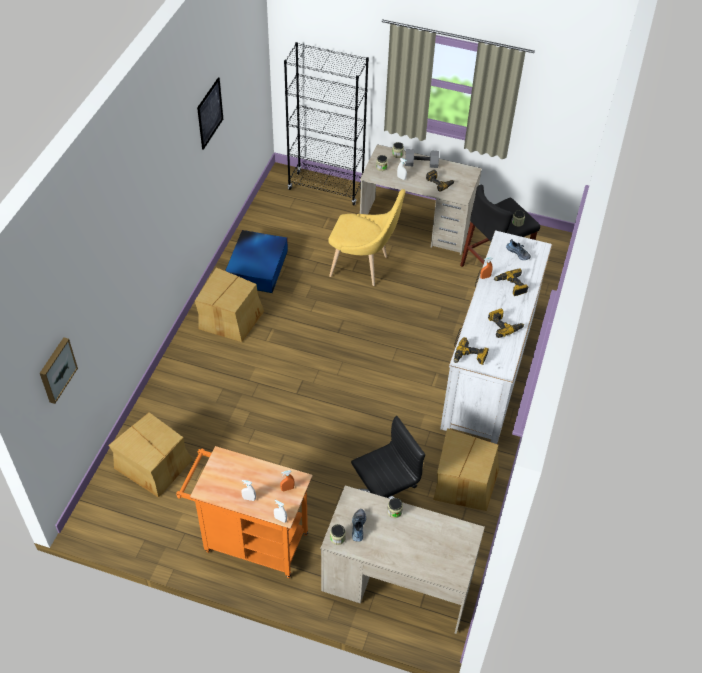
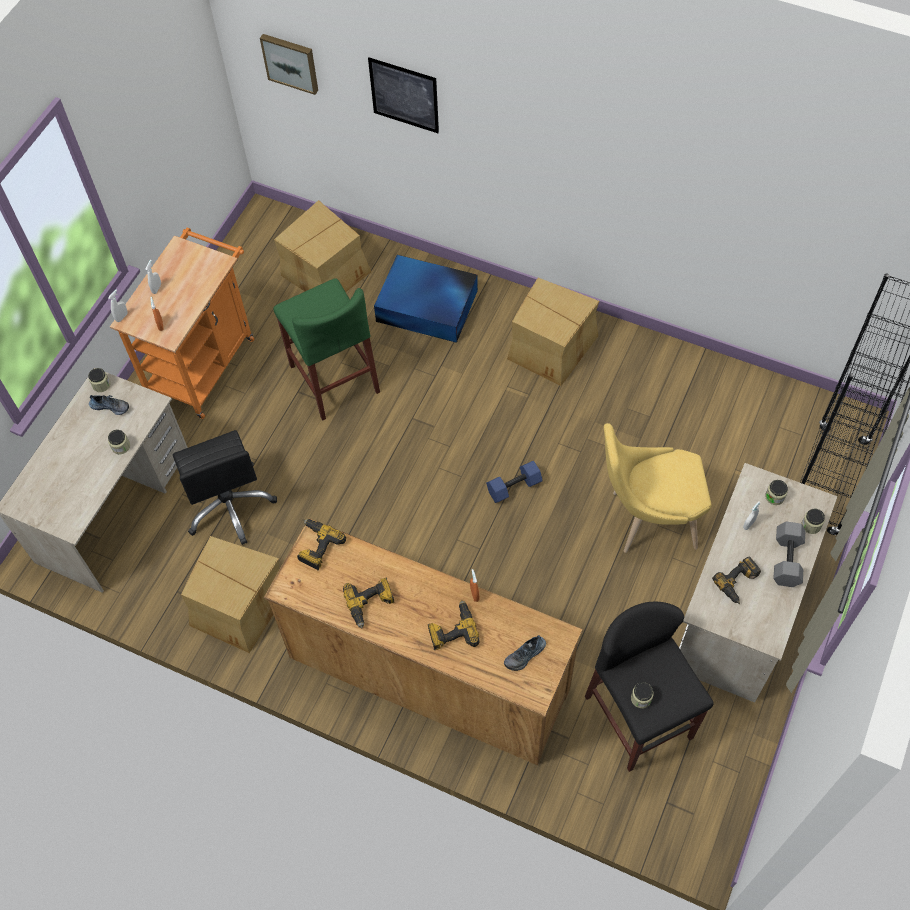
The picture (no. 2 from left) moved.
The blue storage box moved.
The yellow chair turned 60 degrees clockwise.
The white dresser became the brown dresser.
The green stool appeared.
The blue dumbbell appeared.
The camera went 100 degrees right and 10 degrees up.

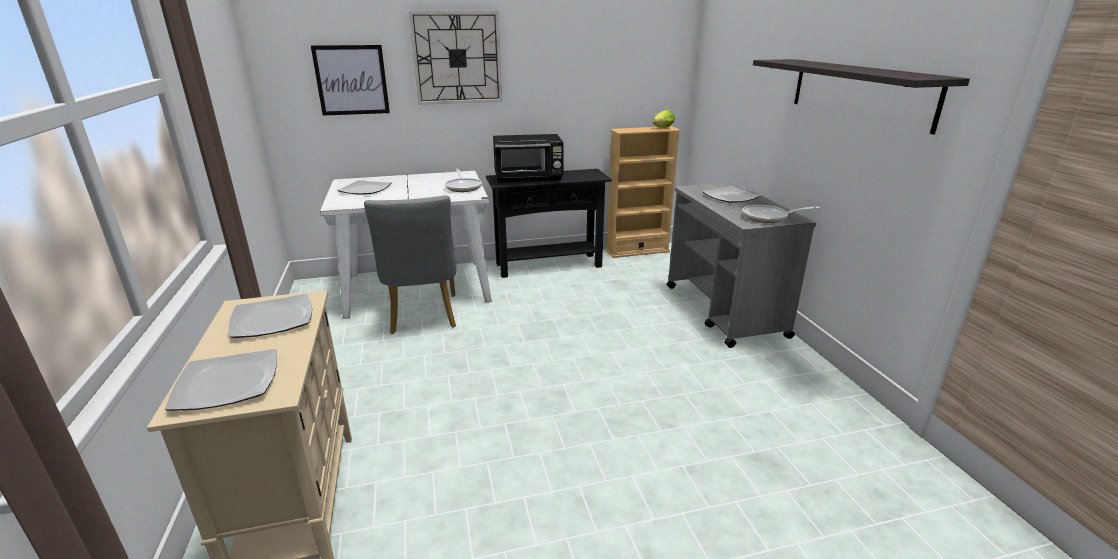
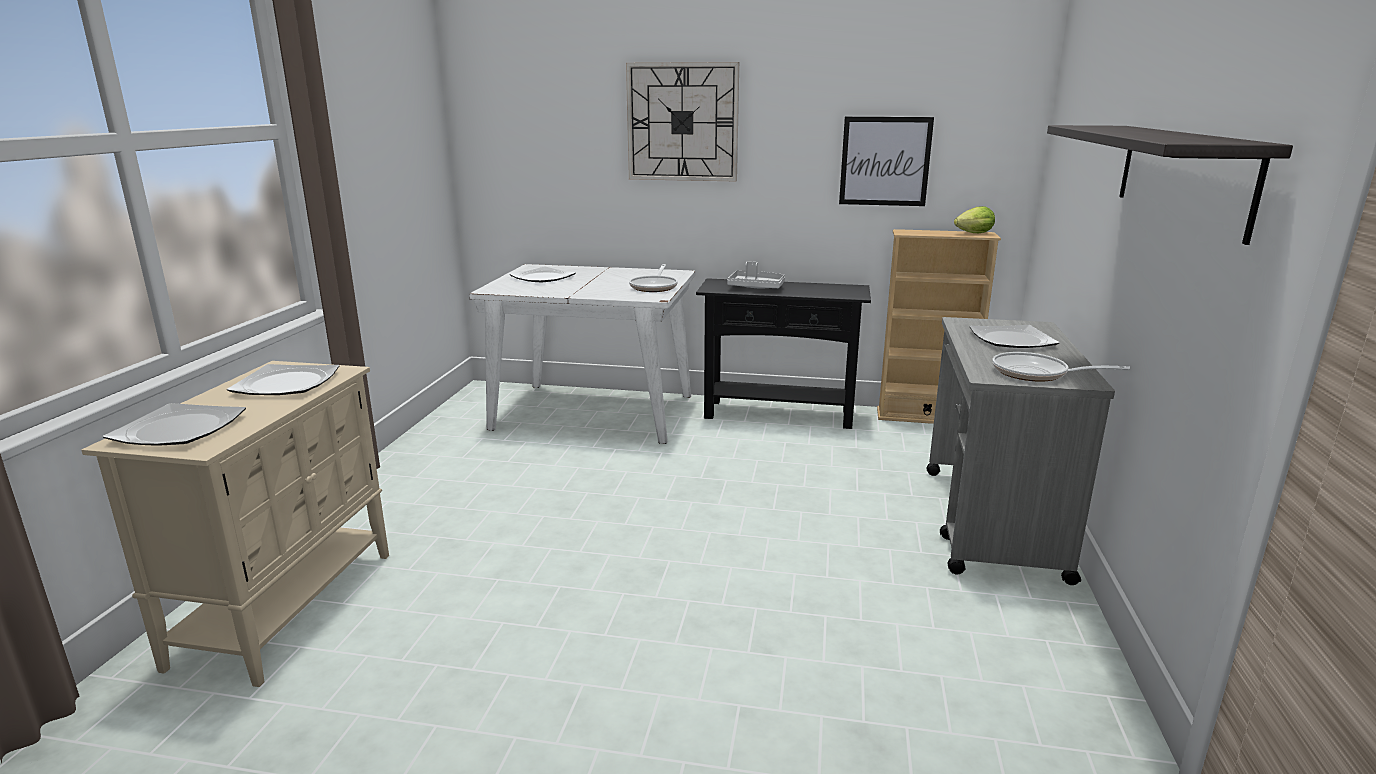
The picture moved.
The grey chair disappeared.
The black microwave was replaced by the grey tray.
The camera went 25 degrees right and 5 degrees down.

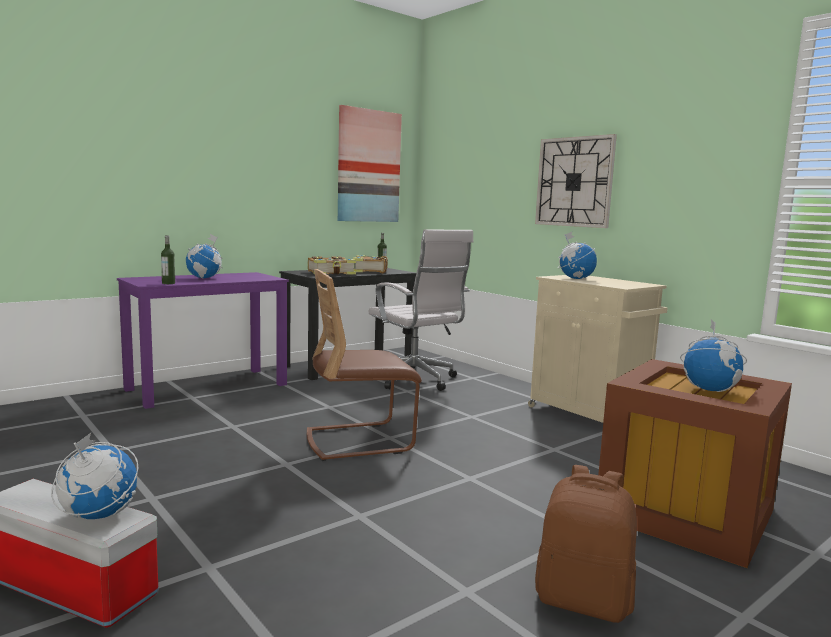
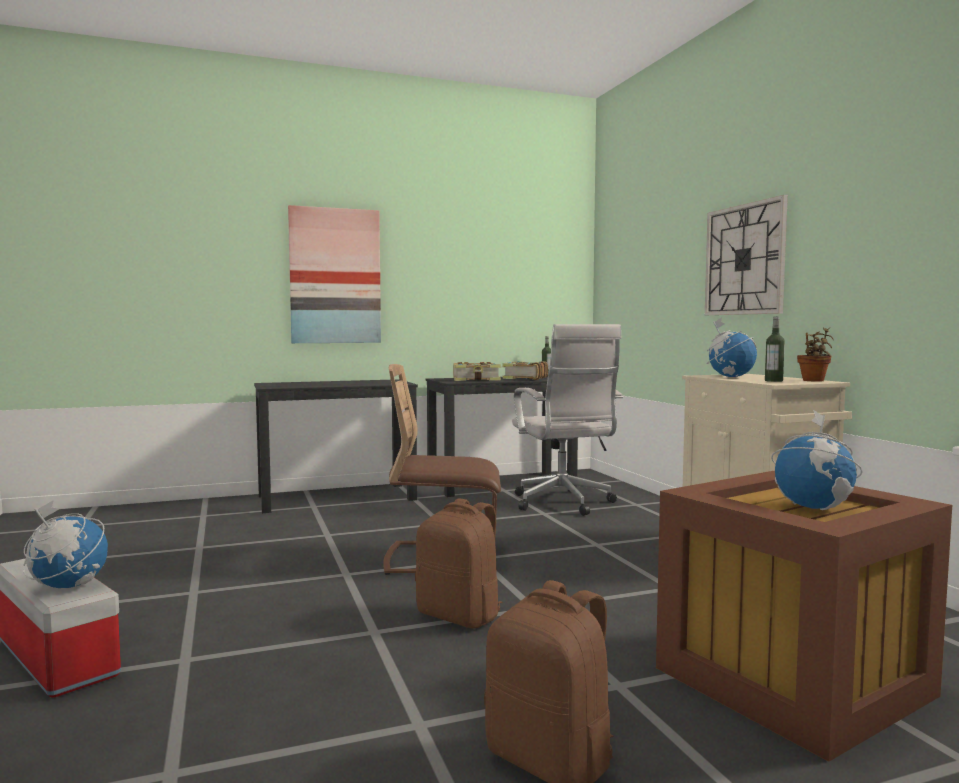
The purple desk became the black desk (no. 1 from left).
The bottle (no. 1 from left in the first image) moved.
The globe (no. 2 from left) disappeared.
The picture moved.
The brown backpack (no. 1 from left) appeared.
The potted plant appeared.
The camera went 20 degrees right and 5 degrees down.

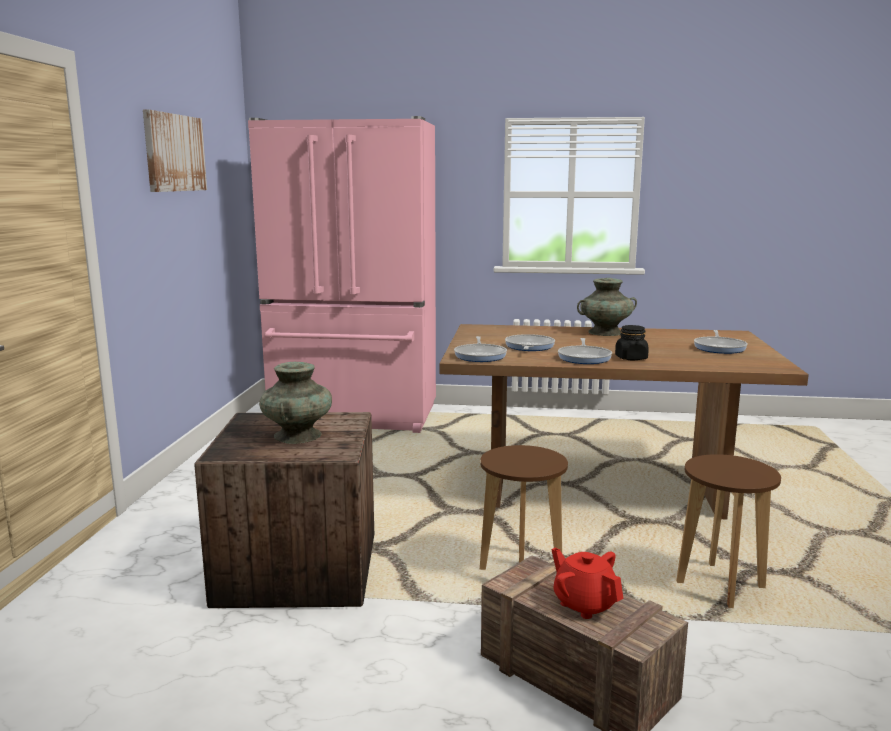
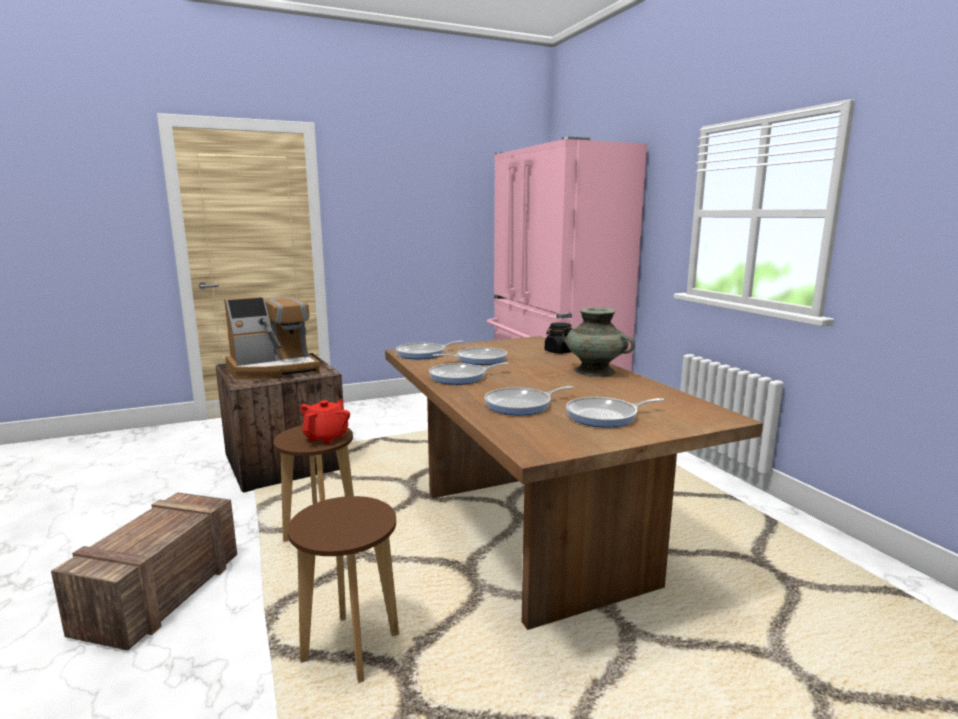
The picture disappeared.
The turquoise vase (no. 1 from left) was replaced by the coffee machine.
The red teapot moved.
The black jar moved.
The frying pan (no. 4 from left) appeared.
The camera went 60 degrees right and 0 degrees up.

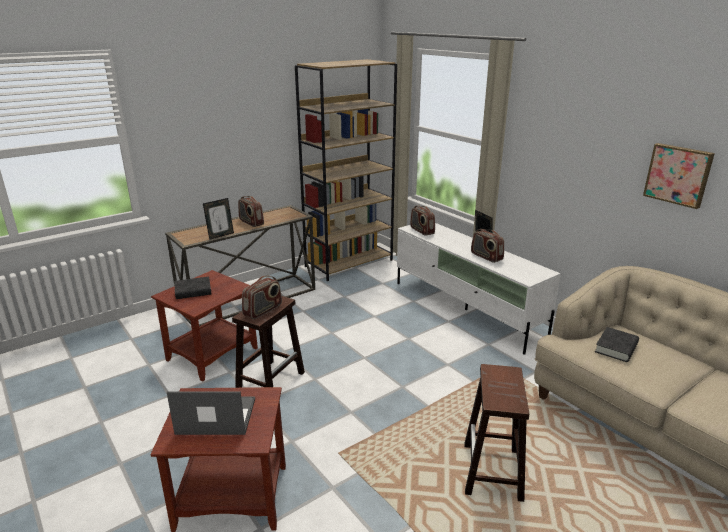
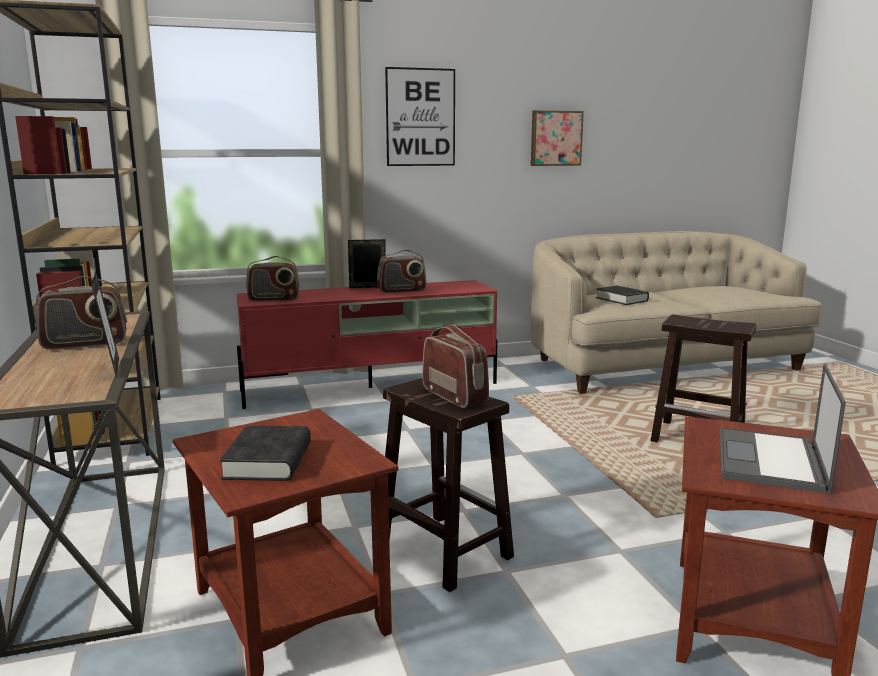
The white tv stand became the red tv stand.
The picture (no. 1 from left) appeared.
The camera went 70 degrees left and 10 degrees down.

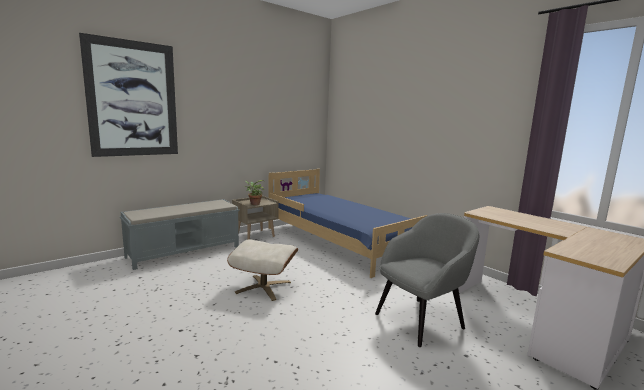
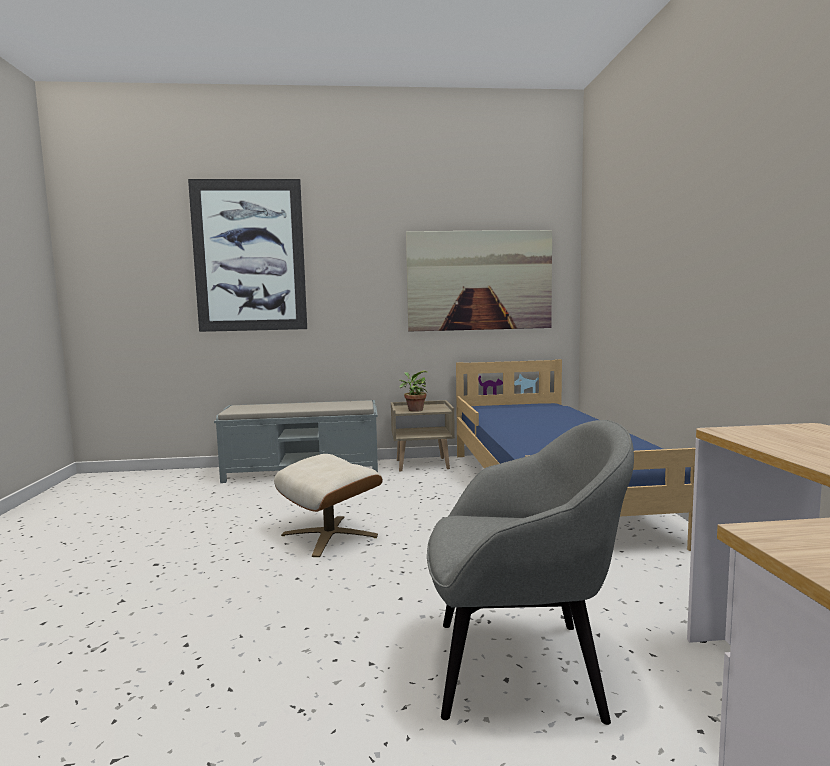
The picture (no. 2 from left) appeared.
The camera went 35 degrees right and 5 degrees down.

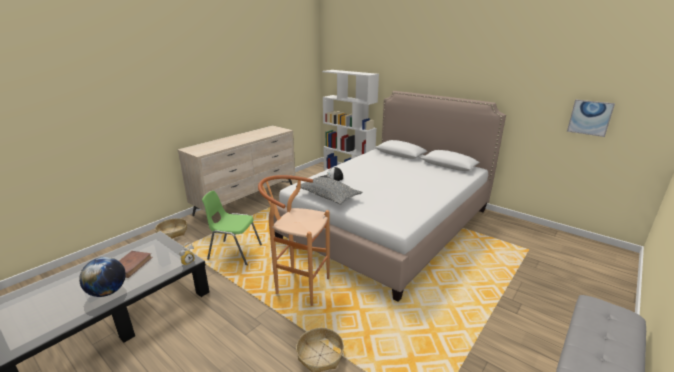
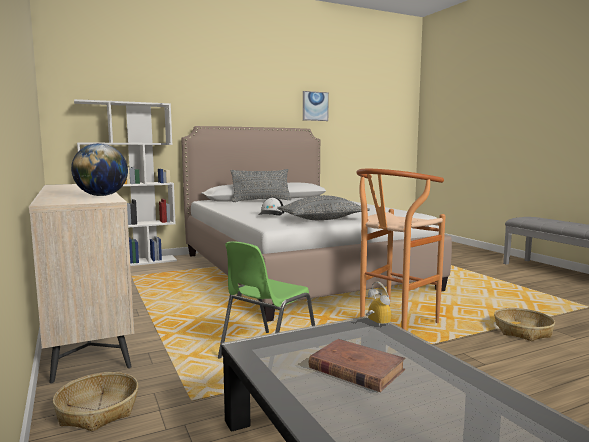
The globe moved.
The picture moved.
The grey pillow (no. 1 from left) appeared.
The camera went 65 degrees left and 15 degrees down.

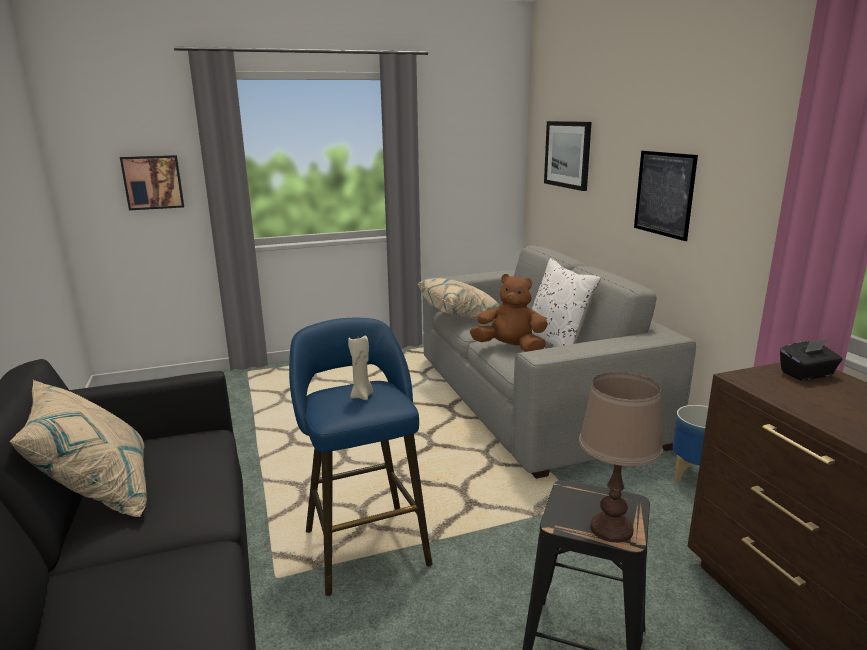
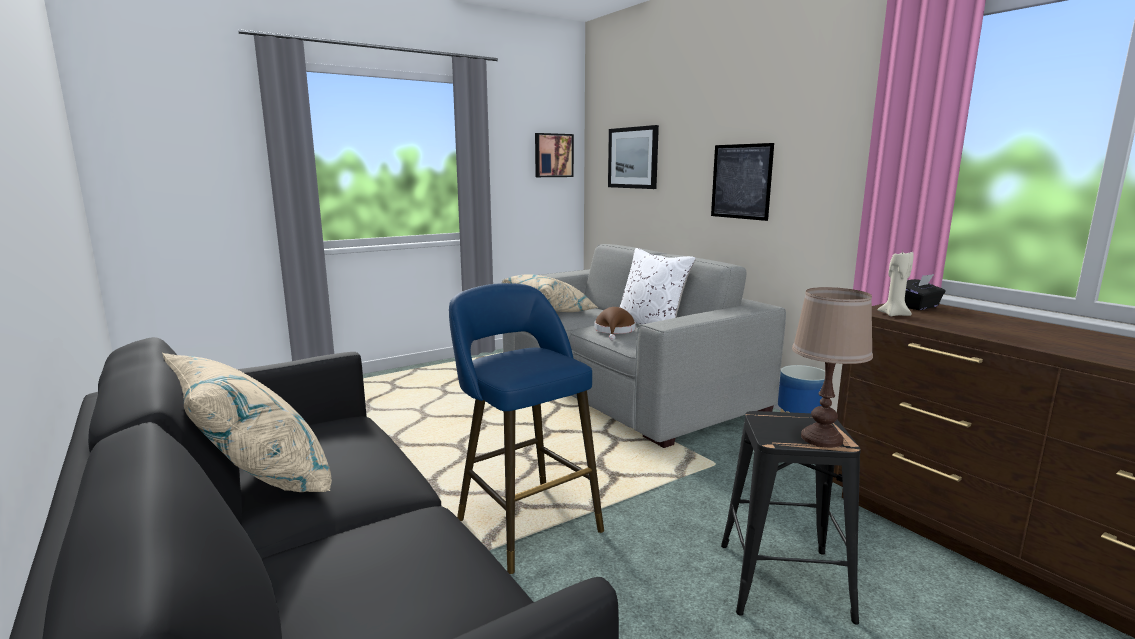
The picture (no. 1 from left) moved.
The beige candle moved.
The brown plush toy was replaced by the brown hat.
The camera went 15 degrees left and 5 degrees down.

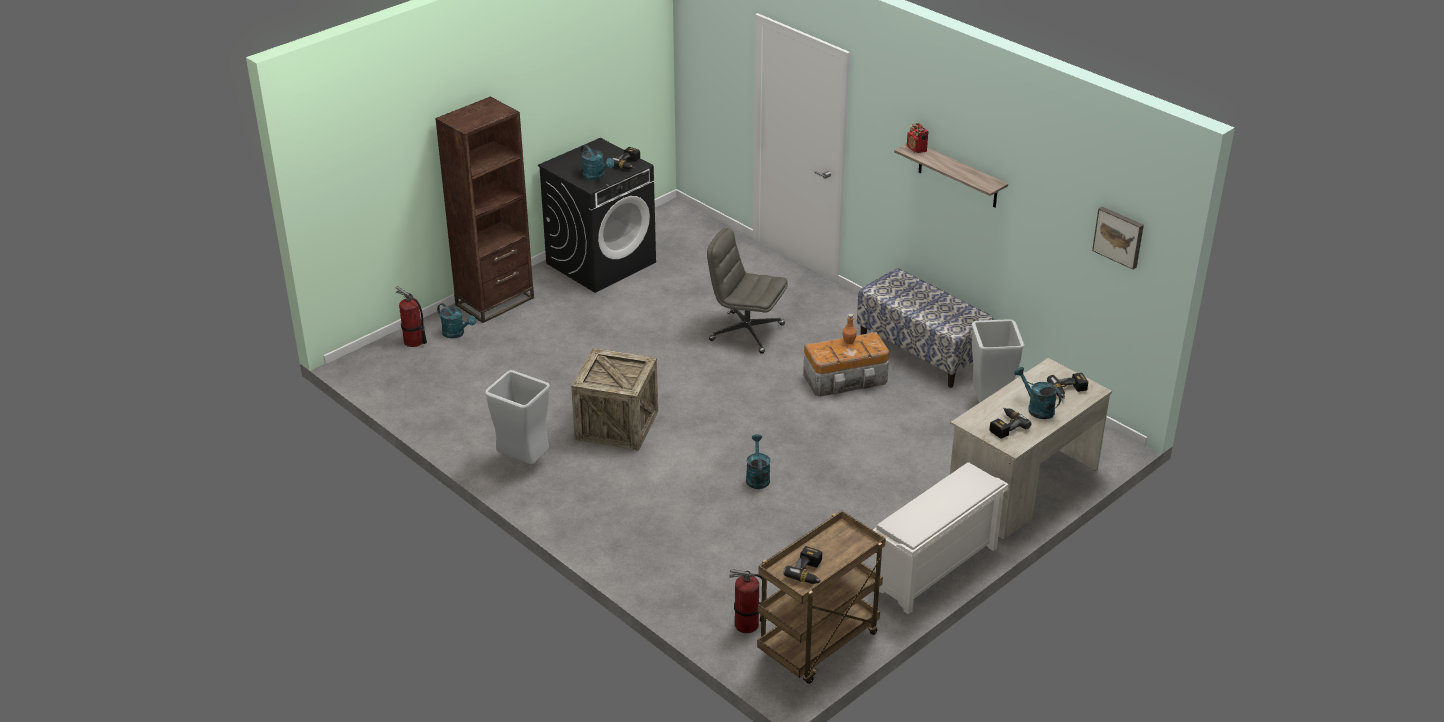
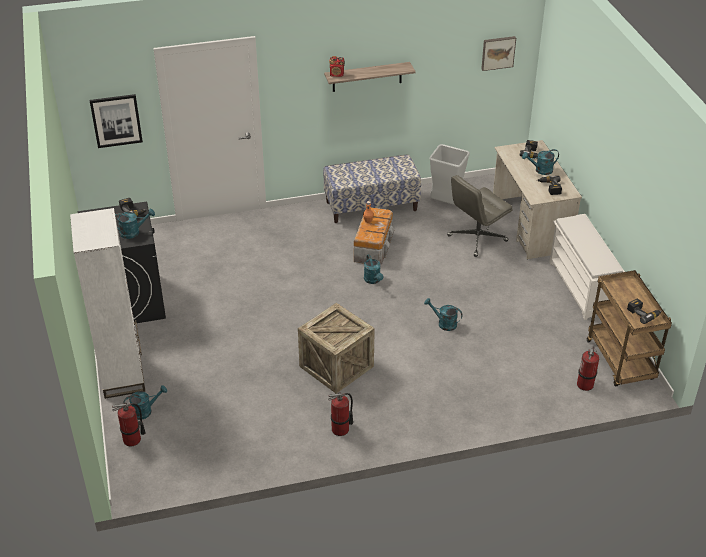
The brown bookcase became the white bookcase.
The grey trash can (no. 1 from left) was replaced by the fire extinguisher (no. 2 from left).
The grey office chair moved.
The picture (no. 1 from left) appeared.
The turquoise watering can (no. 3 from left) appeared.
The camera went 60 degrees left and 5 degrees up.

